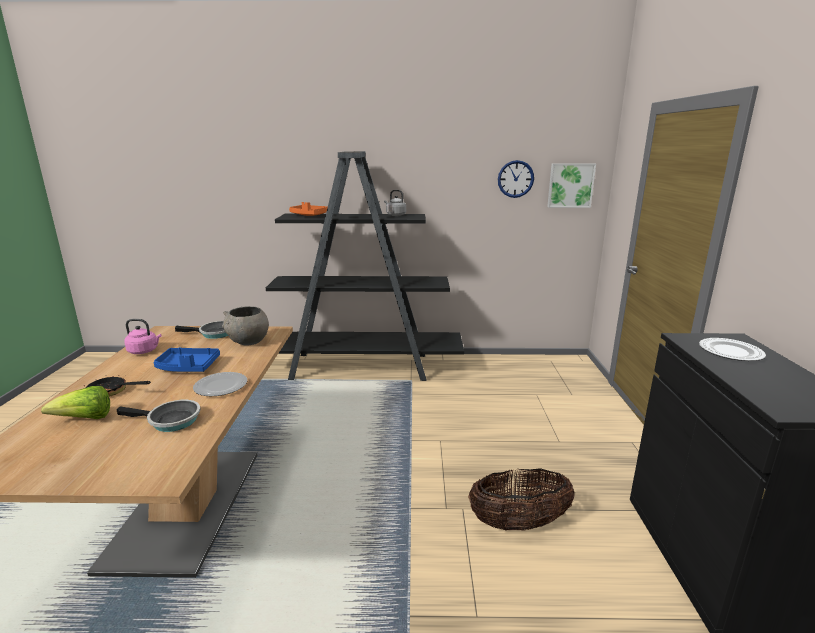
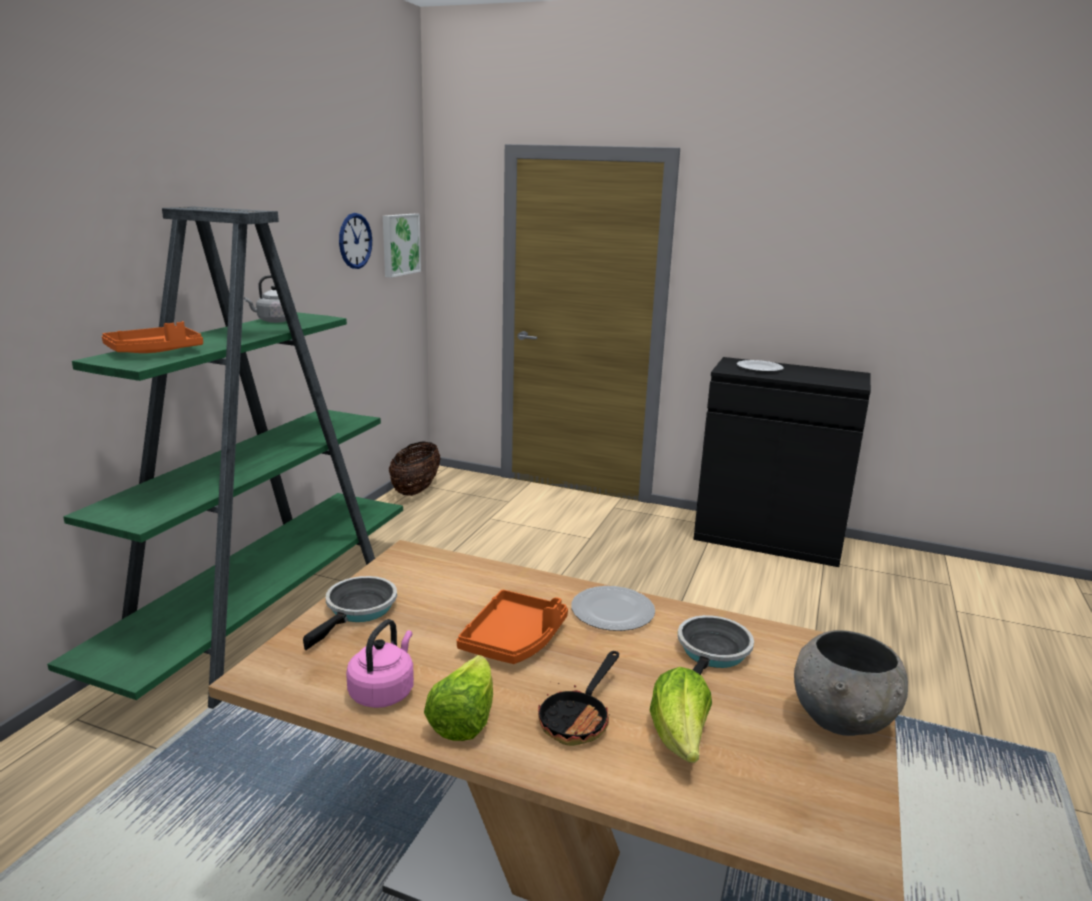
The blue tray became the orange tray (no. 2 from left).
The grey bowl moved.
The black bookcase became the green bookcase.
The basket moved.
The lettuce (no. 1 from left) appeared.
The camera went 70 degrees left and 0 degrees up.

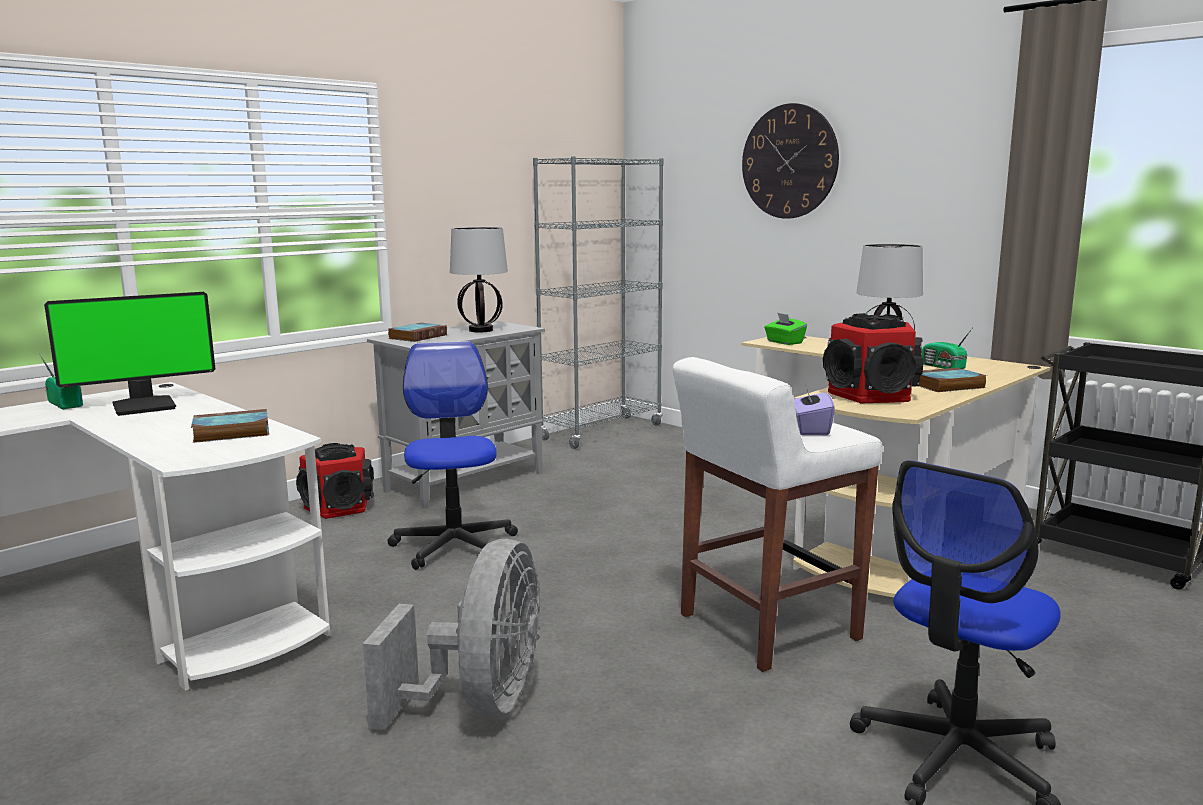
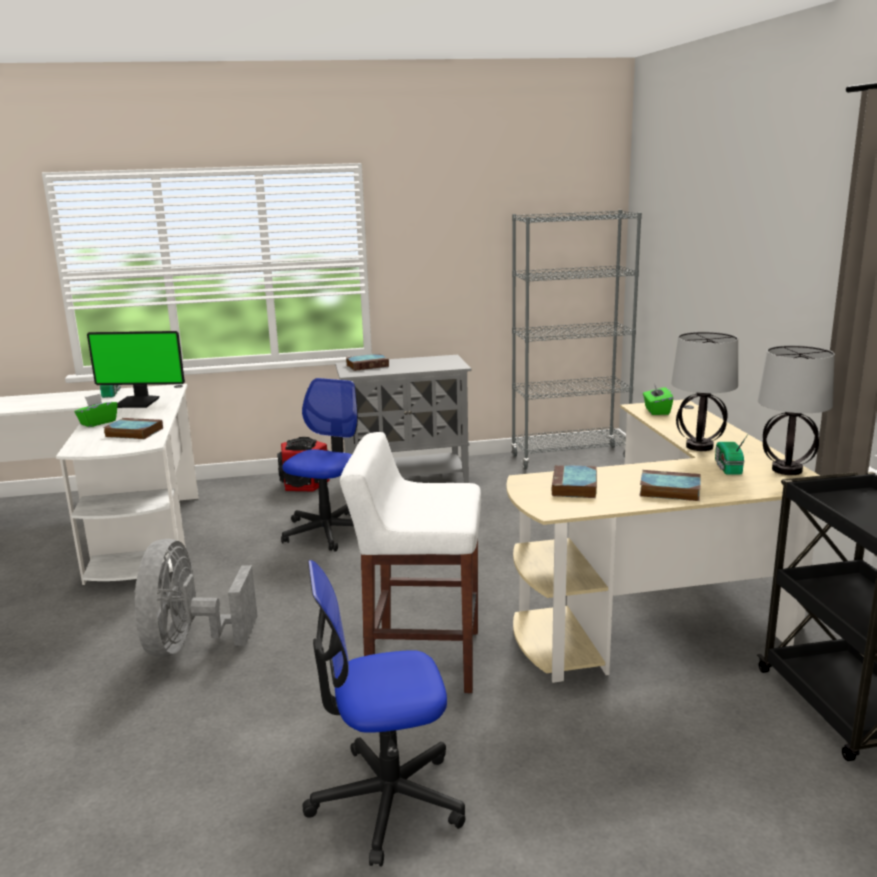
The grey fan turned 135 degrees clockwise.
The table lamp (no. 1 from left in the first image) moved.
The wall clock disappeared.
The purple tissue box disappeared.
The speaker (no. 2 from left) was replaced by the book (no. 3 from left).
The green tissue box (no. 1 from left) appeared.
The camera went 35 degrees right and 5 degrees up.

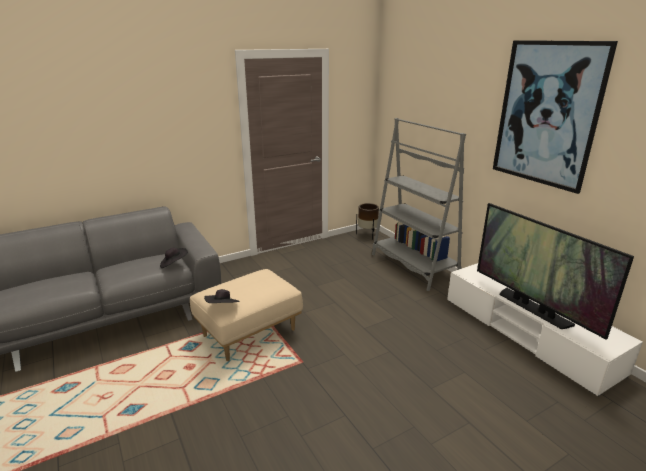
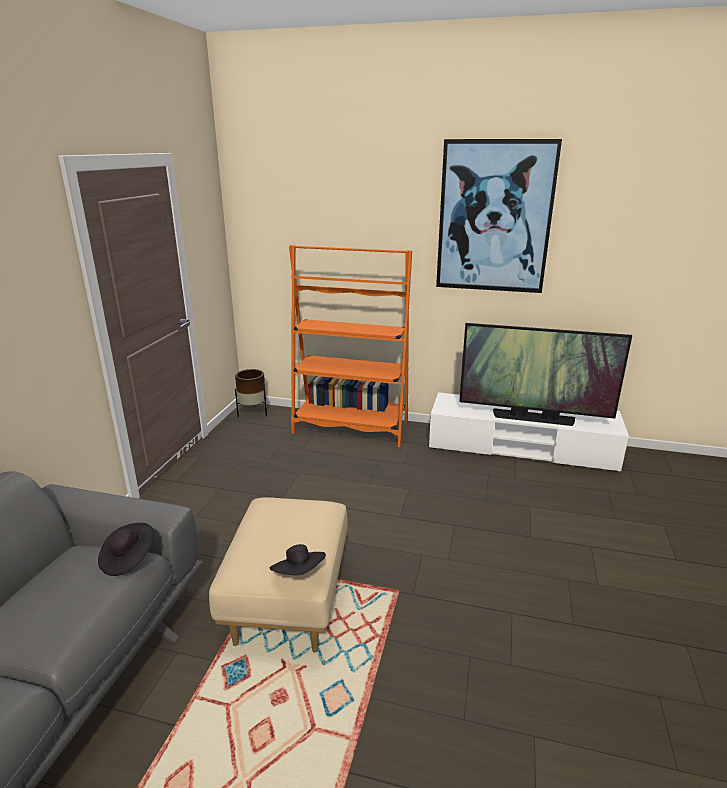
The grey bookcase became the orange bookcase.
The camera went 45 degrees left and 0 degrees up.

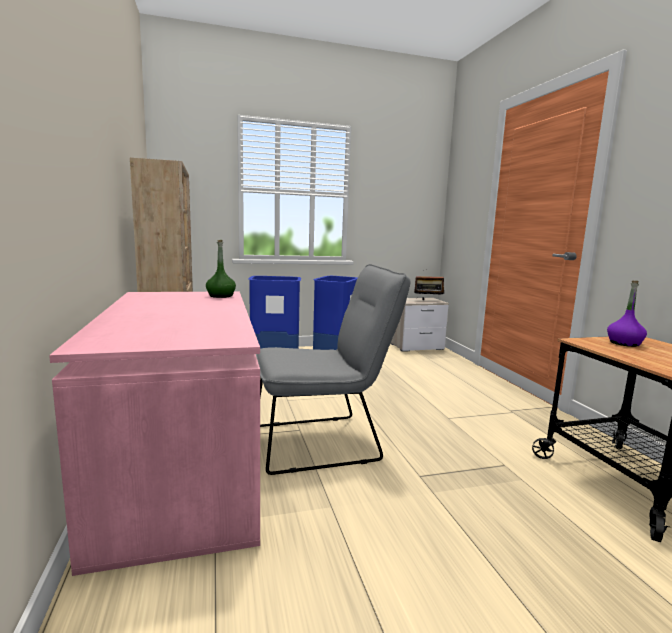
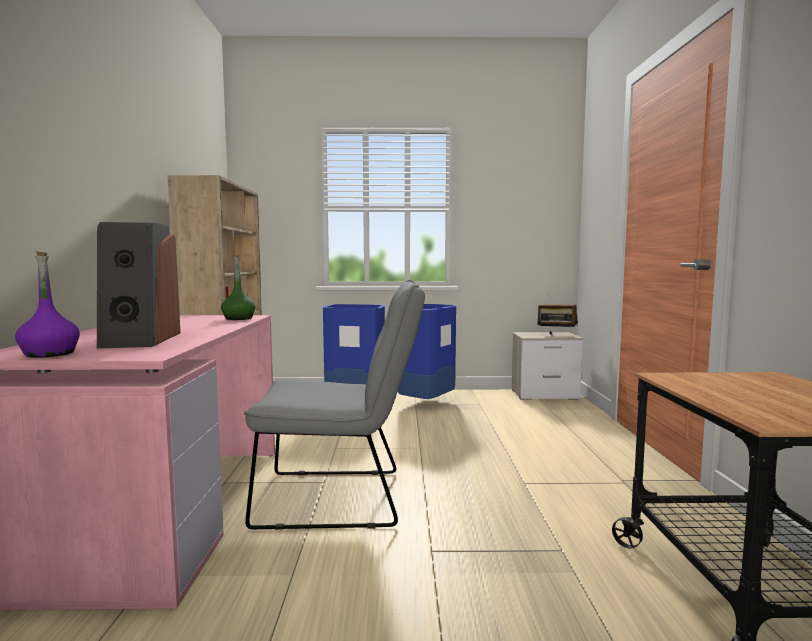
The purple bottle moved.
The speaker appeared.
The camera went 15 degrees right and 5 degrees down.

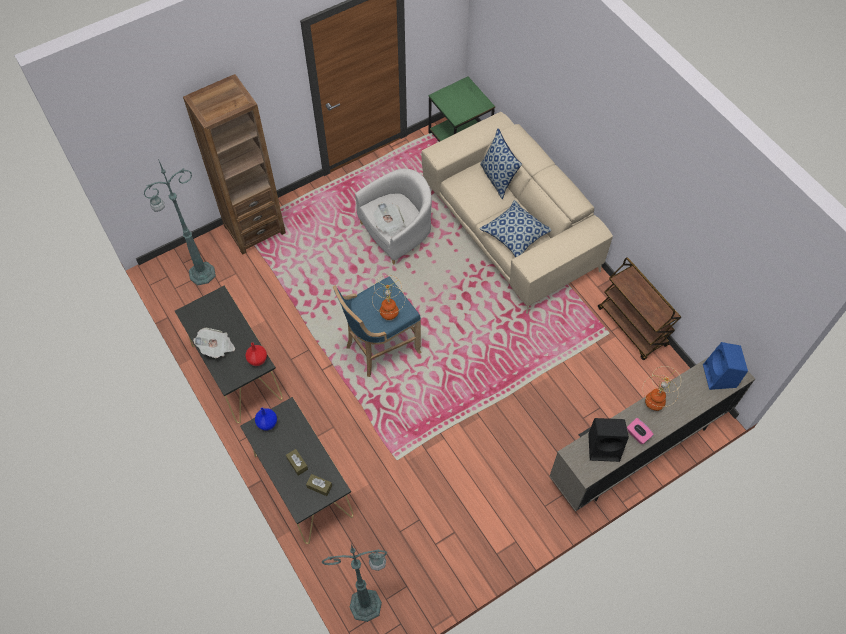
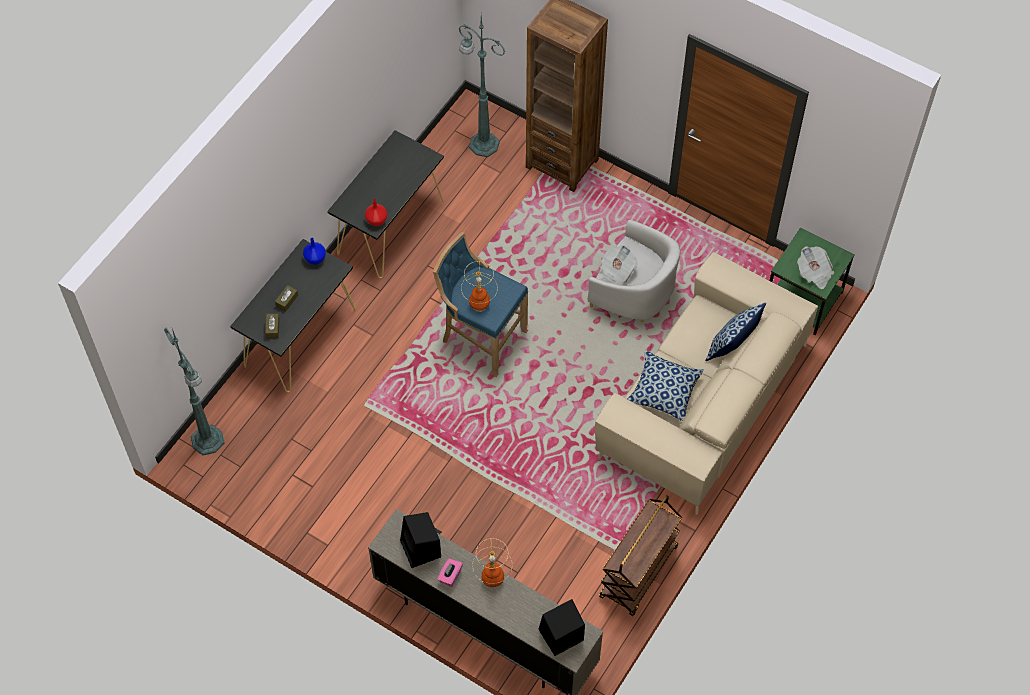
The newspaper (no. 1 from left in the first image) moved.
The blue speaker became the black speaker (no. 2 from left).
The camera went 65 degrees right and 0 degrees up.

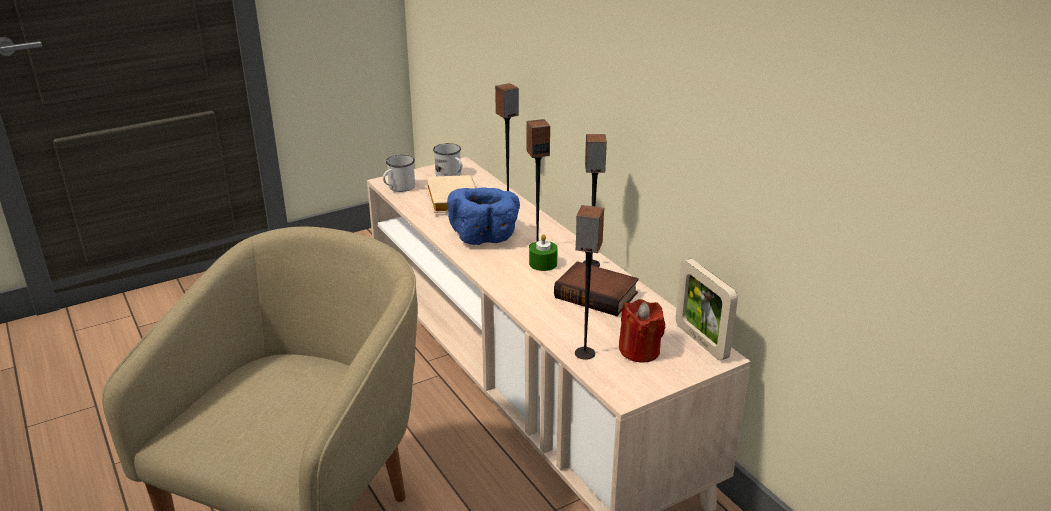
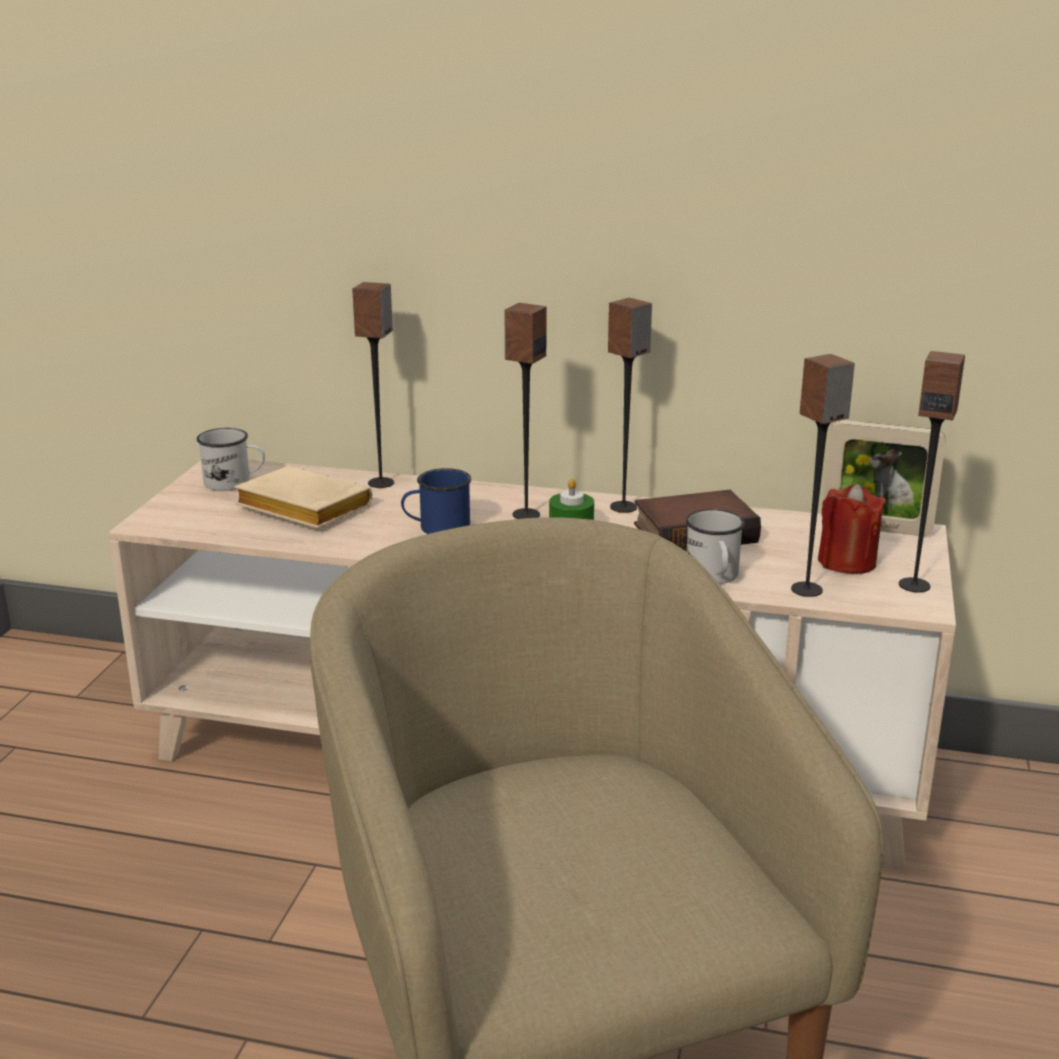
The white mug (no. 1 from left in the first image) moved.
The blue bowl was replaced by the blue mug.
The speaker (no. 5 from left) appeared.
The camera went 45 degrees left and 5 degrees down.

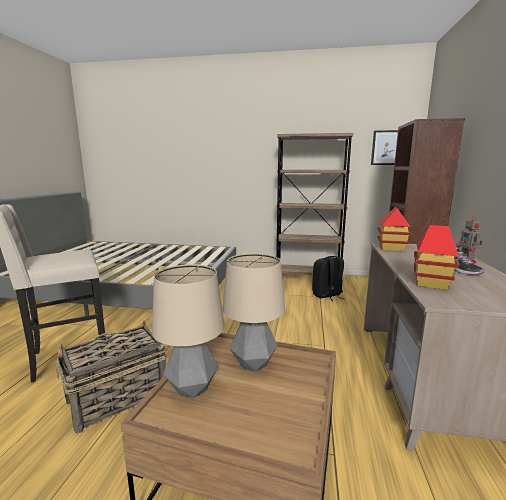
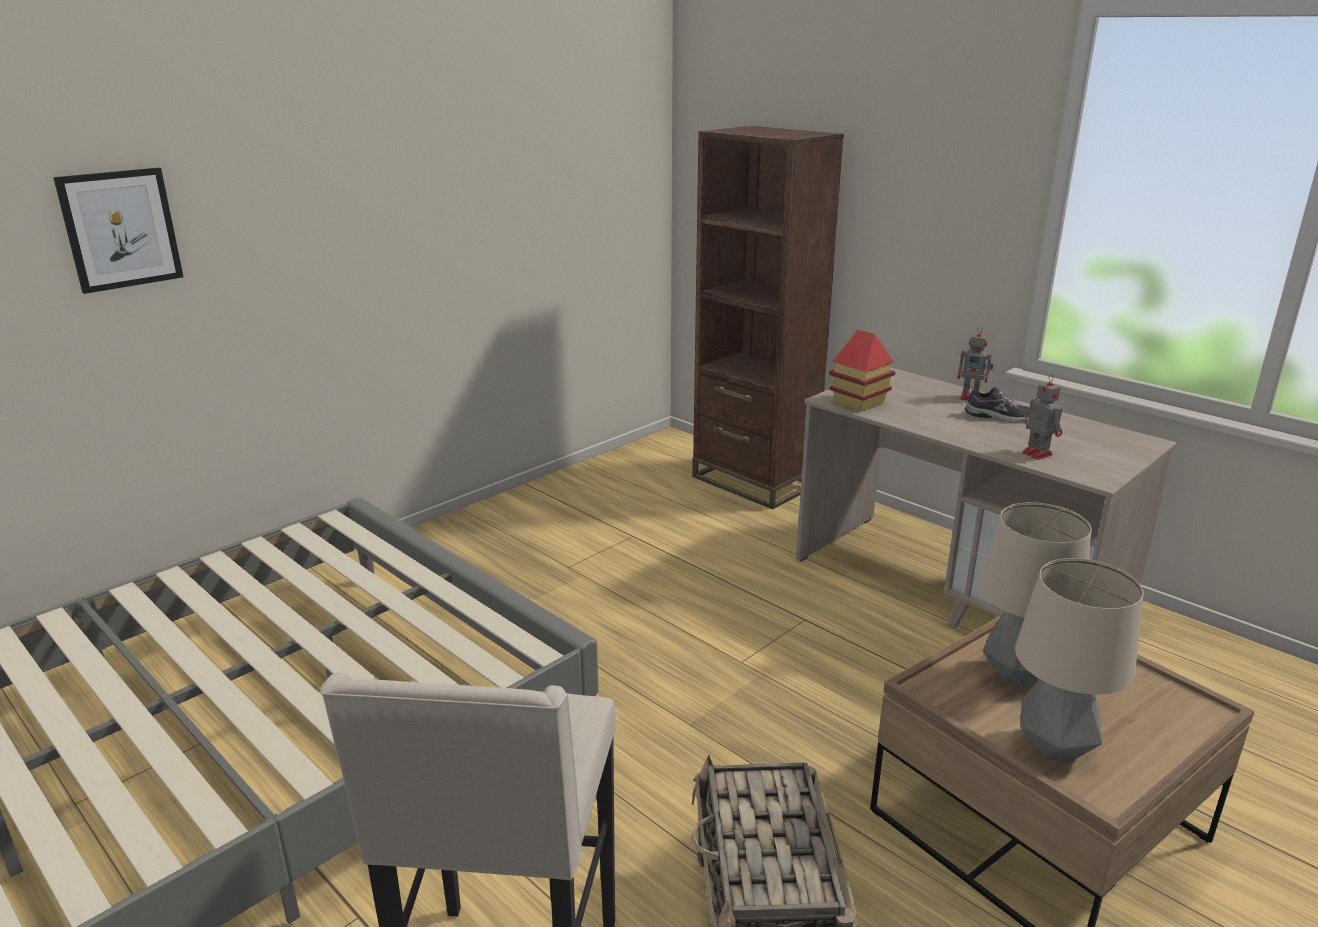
The brown bookcase (no. 1 from left) disappeared.
The black backpack disappeared.
The picture moved.
The toy house (no. 2 from left) was replaced by the toy robot (no. 2 from left).
The camera went 55 degrees left and 10 degrees up.

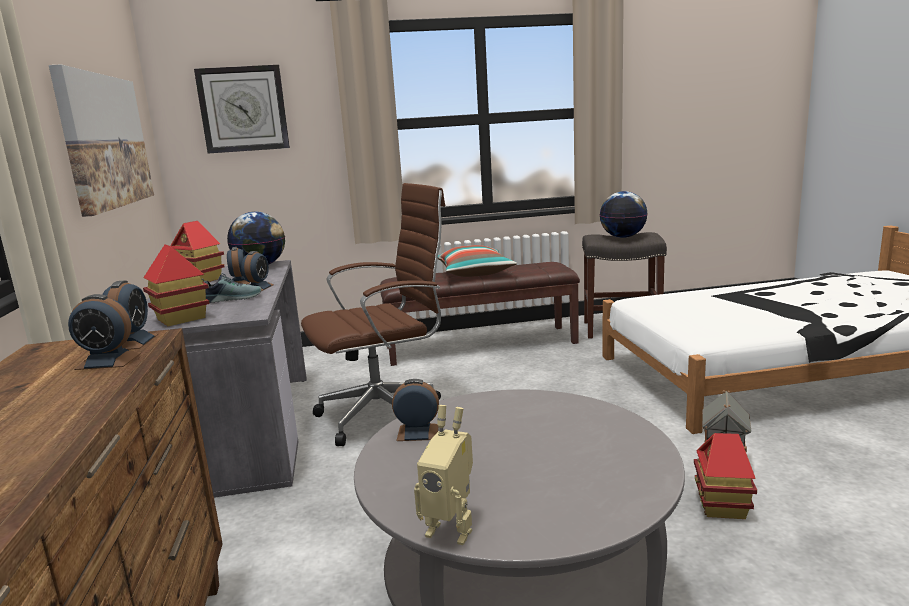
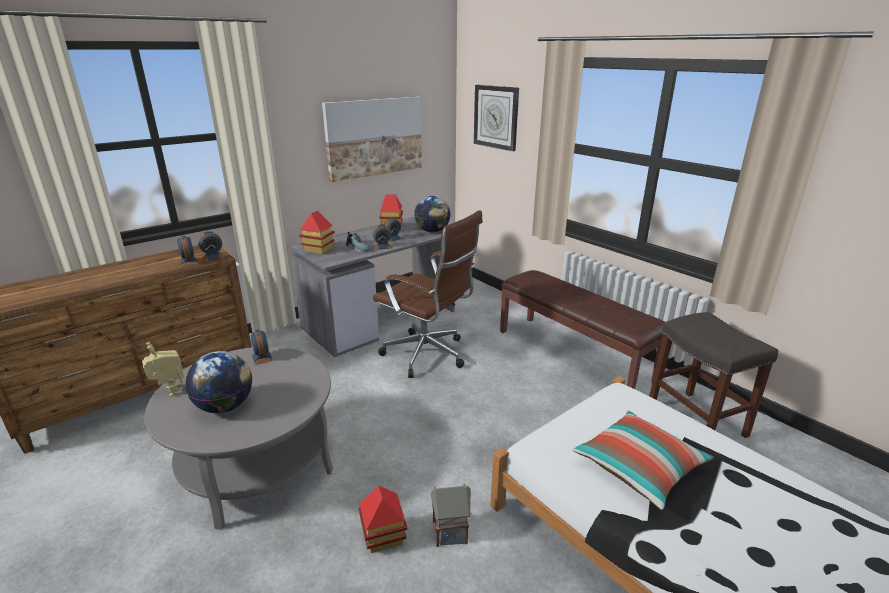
The toy robot turned 150 degrees clockwise.
The pillow moved.
The globe (no. 2 from left in the first image) moved.
The camera went 60 degrees right and 10 degrees up.

